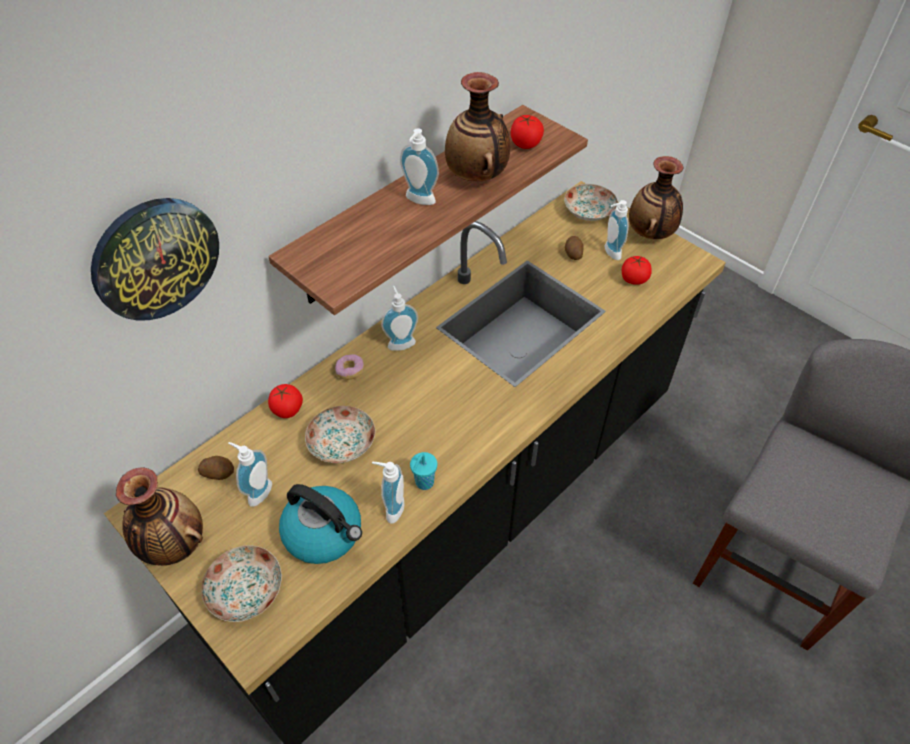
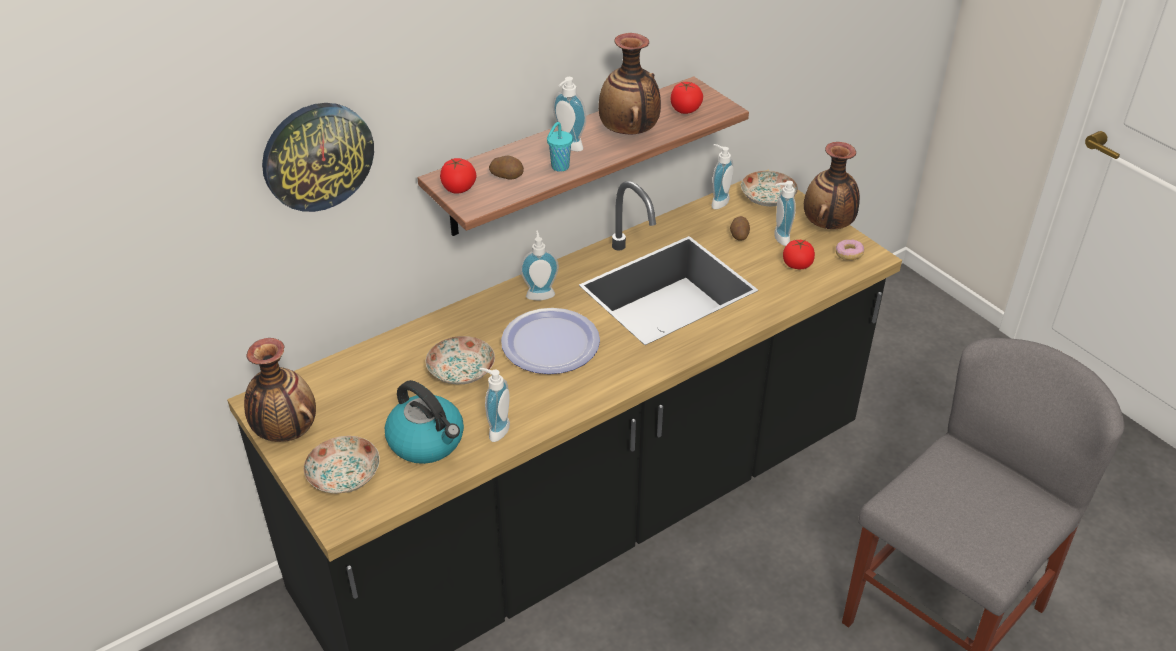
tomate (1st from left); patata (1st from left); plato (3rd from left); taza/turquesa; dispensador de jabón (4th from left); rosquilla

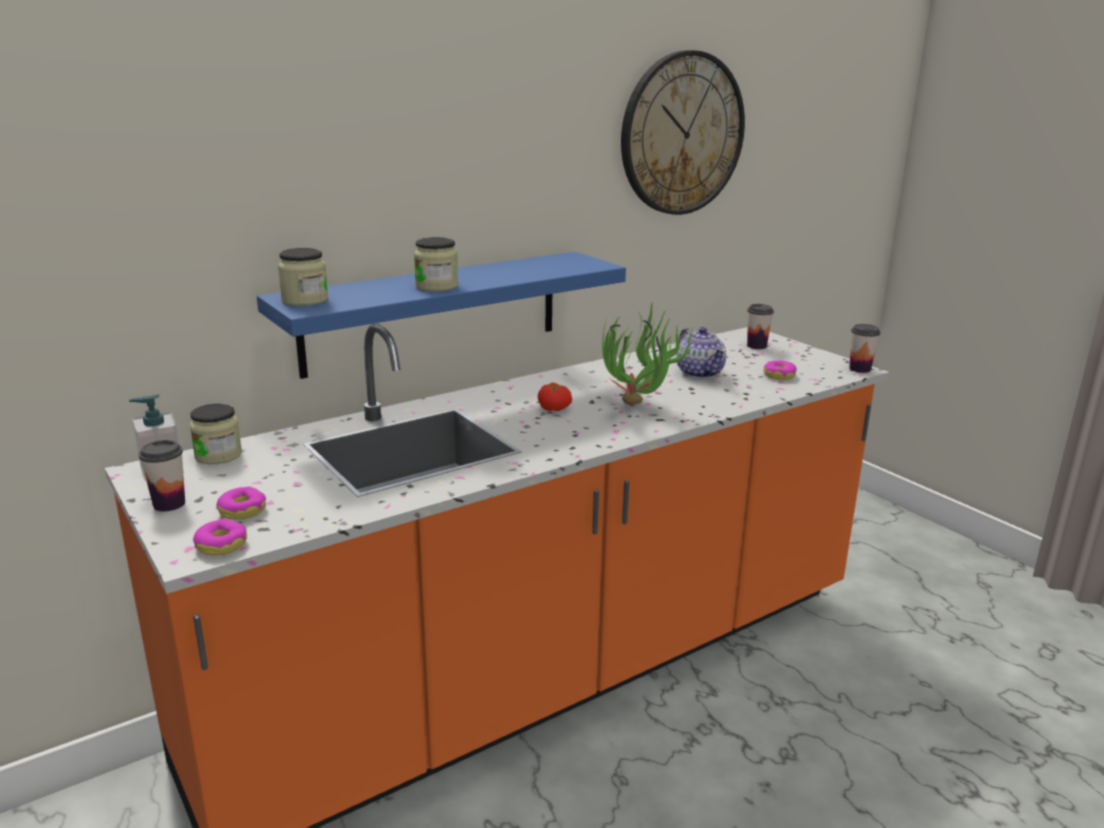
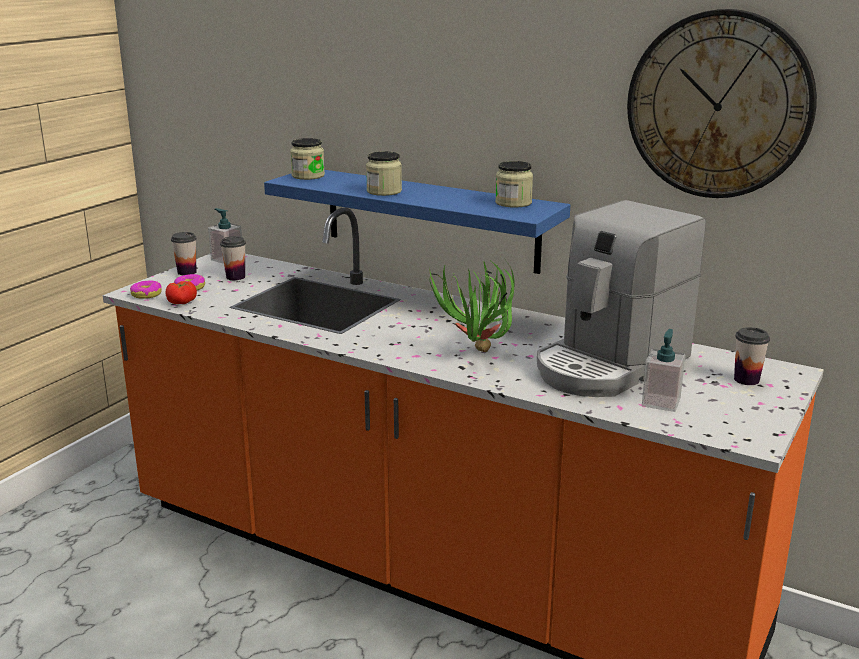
tomate; taza (2nd from left); tarro (3rd from left); cafetera; dispensador de jabón (2nd from left)

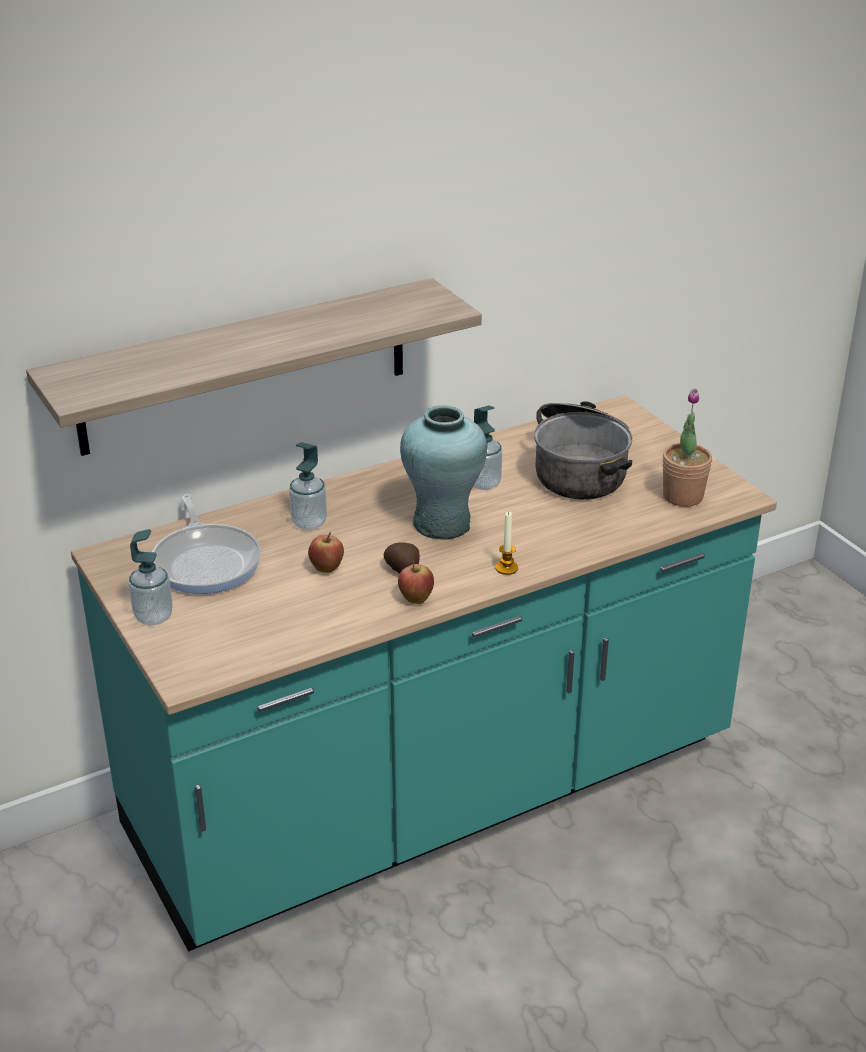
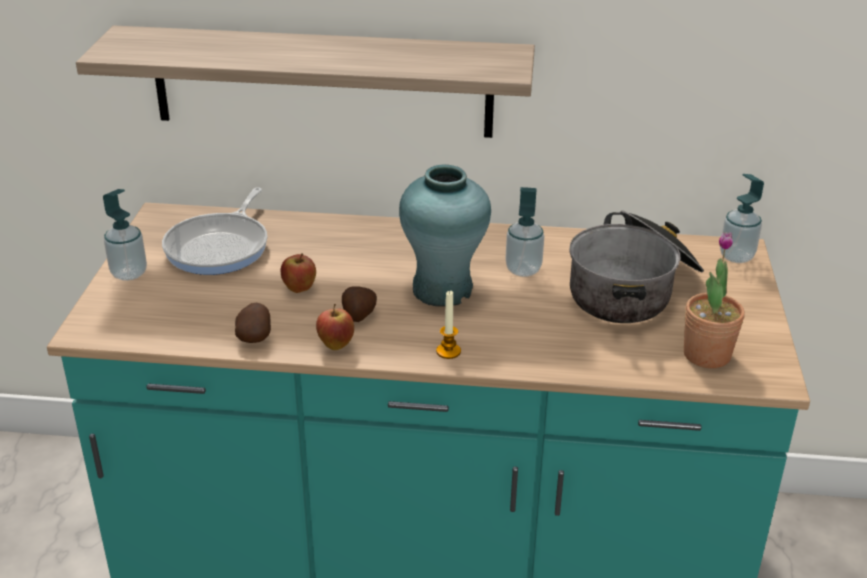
patata (1st from left); dispensador de jabón (3rd from left)

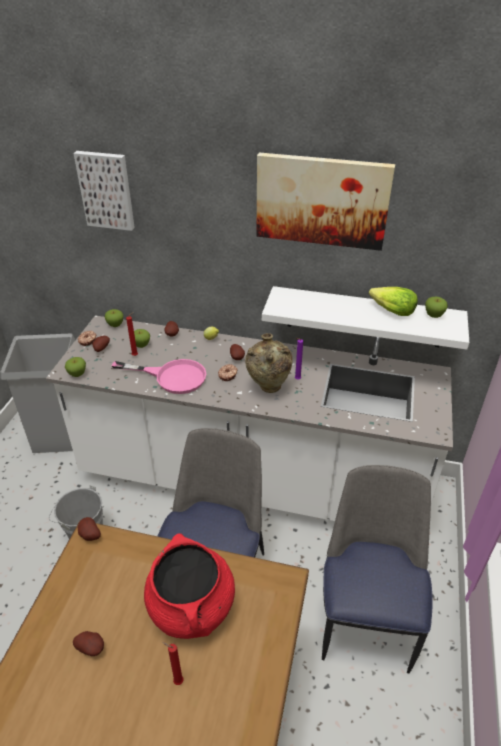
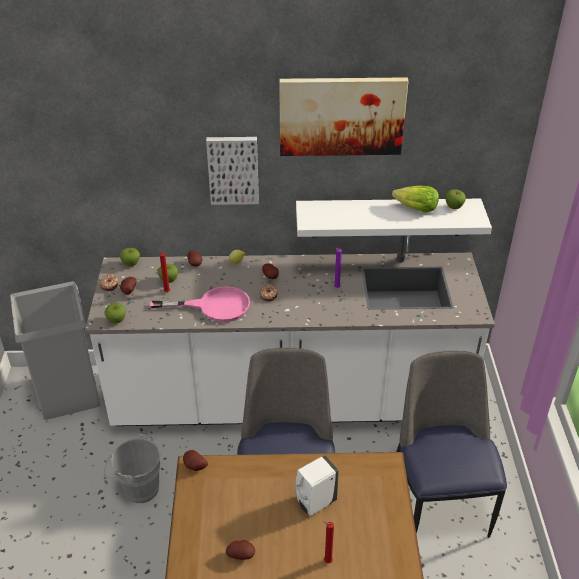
cuadro (1st from left); dispensador de jabón/blanco; florero/beis

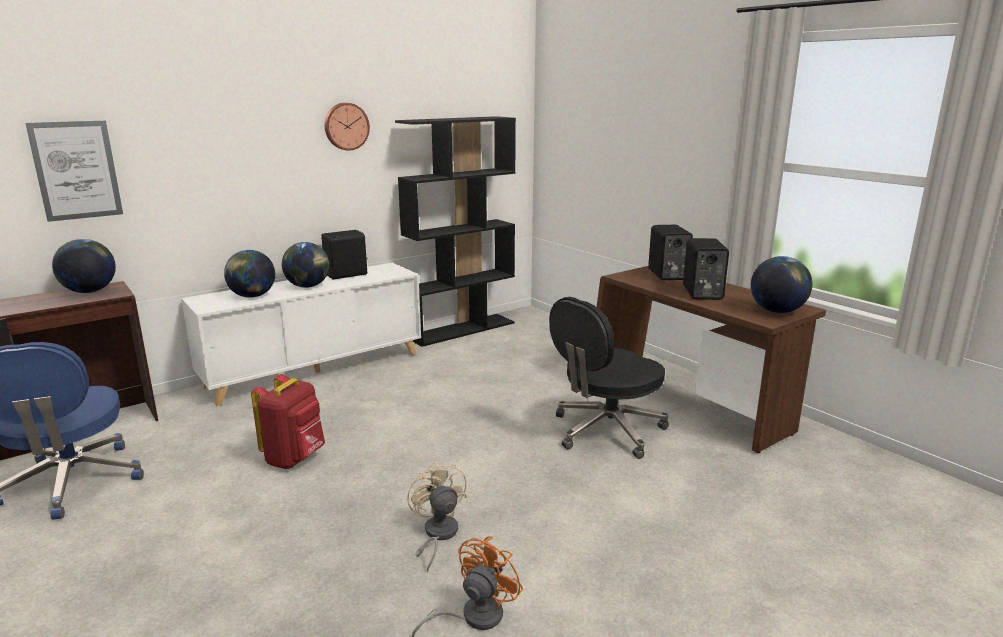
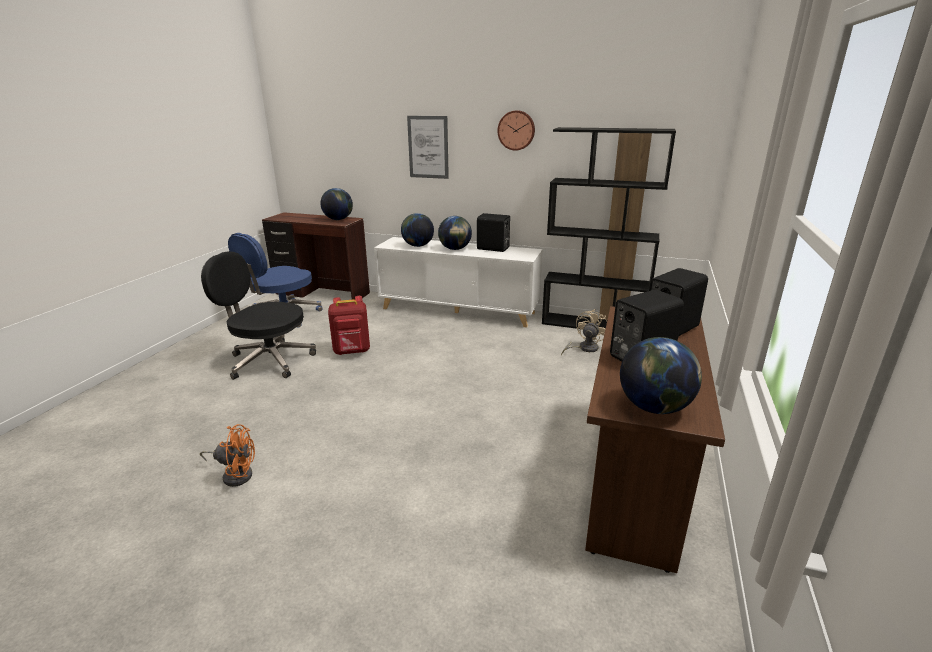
silla de oficina/negro; cuadro; ventilador/beis

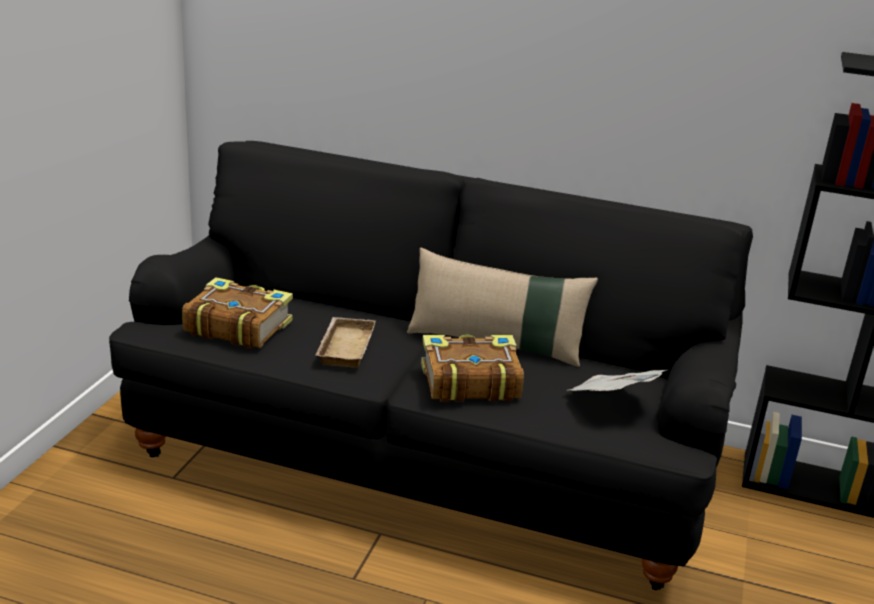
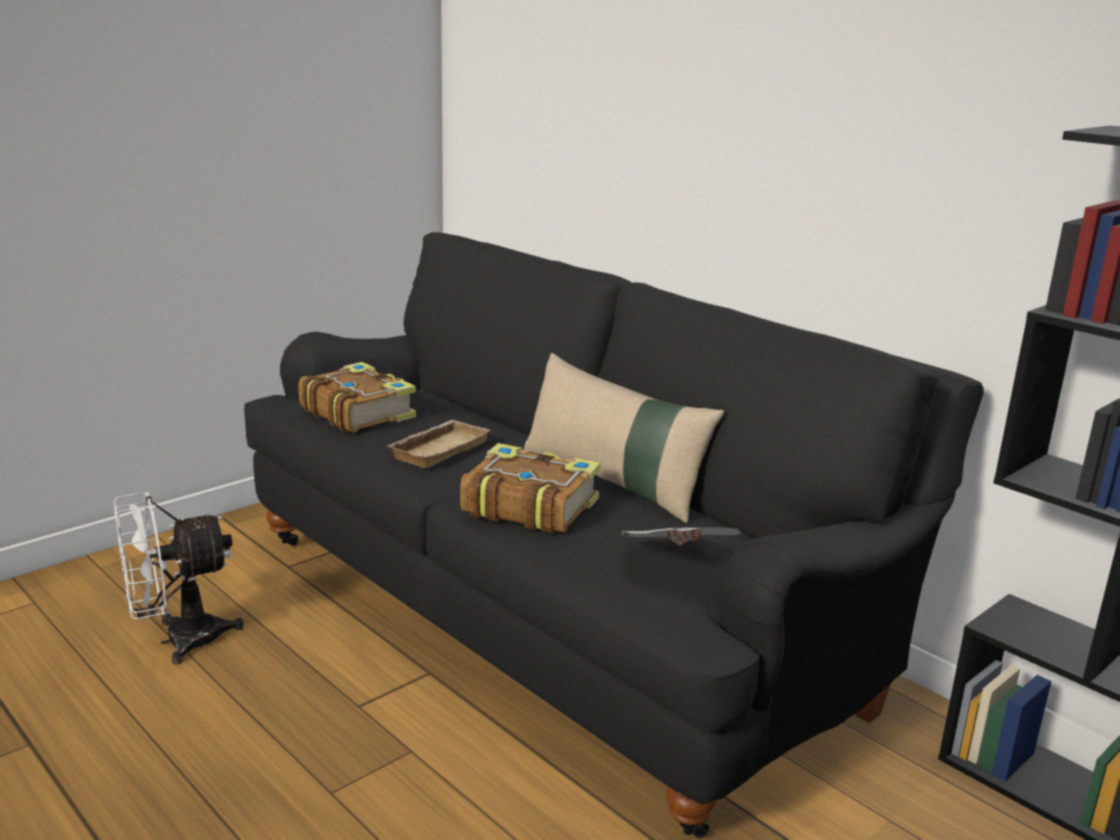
ventilador/blanco

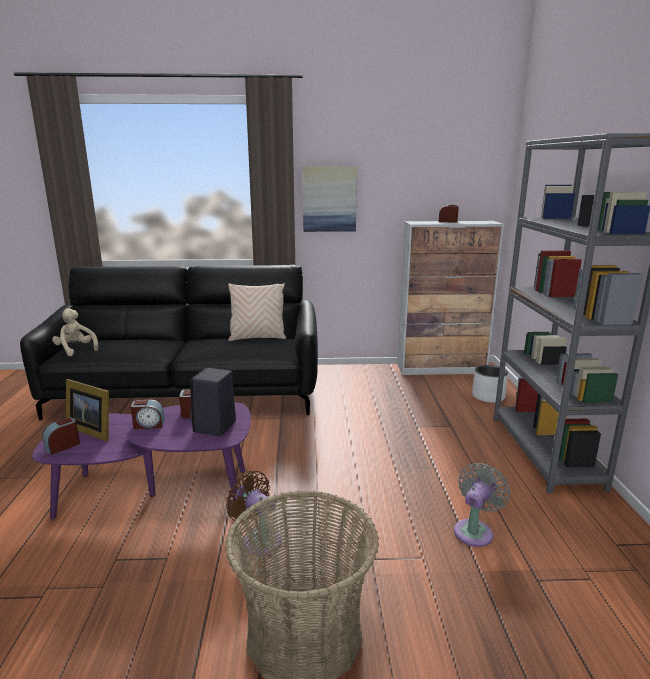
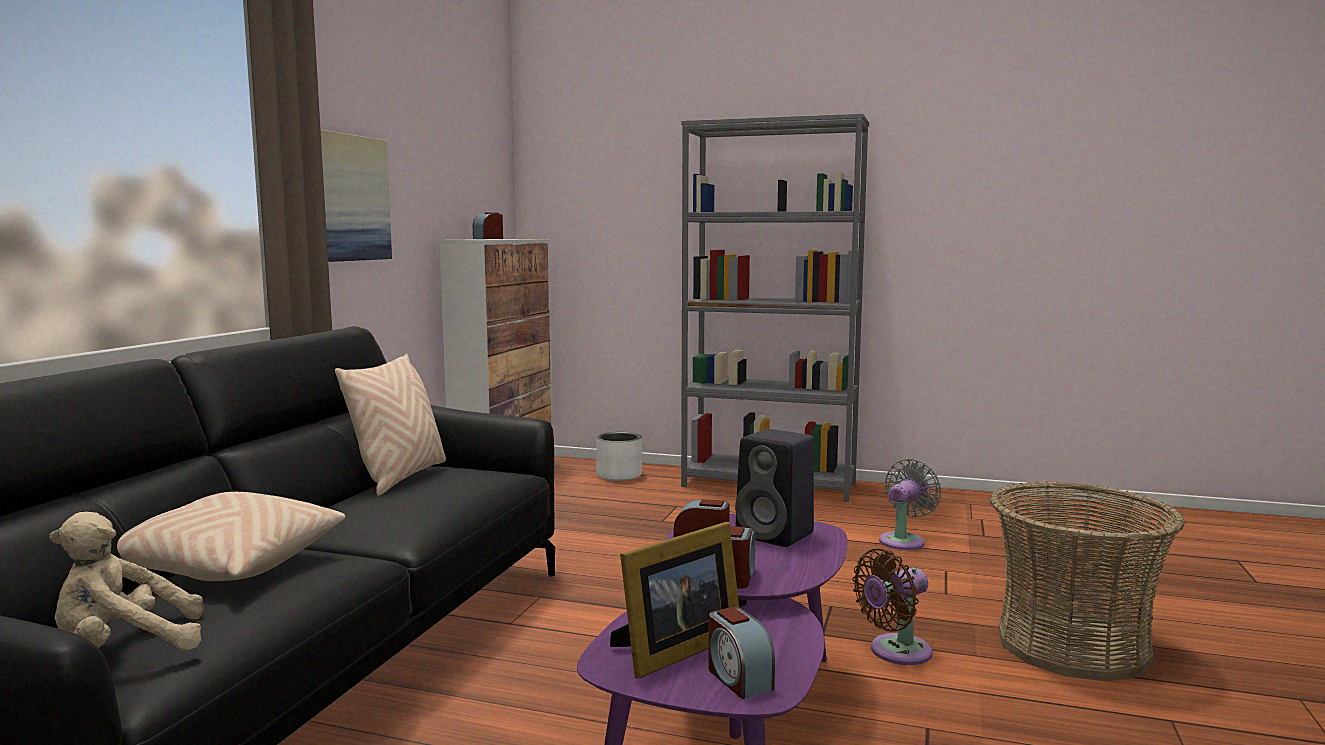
cojín/beis (1st from left); ventilador/gris

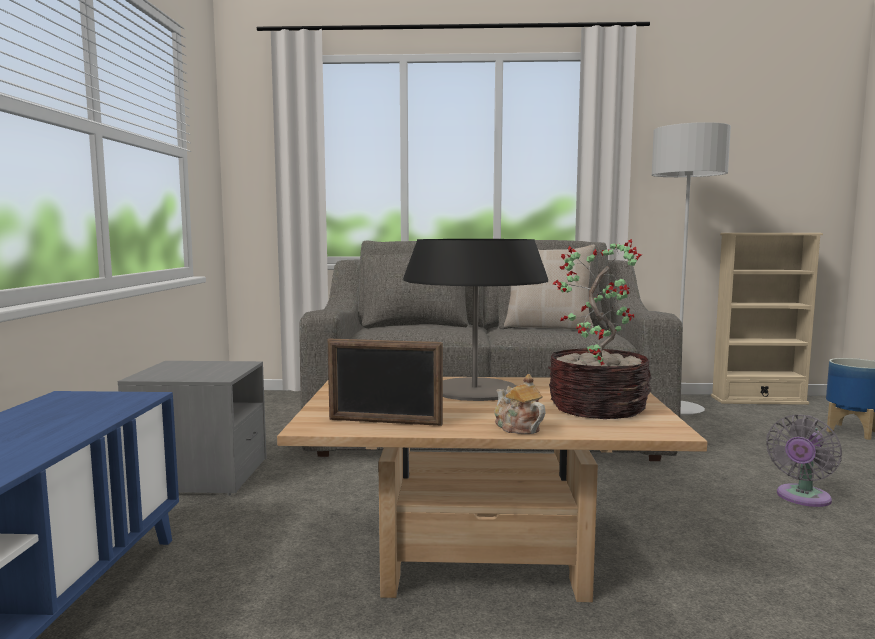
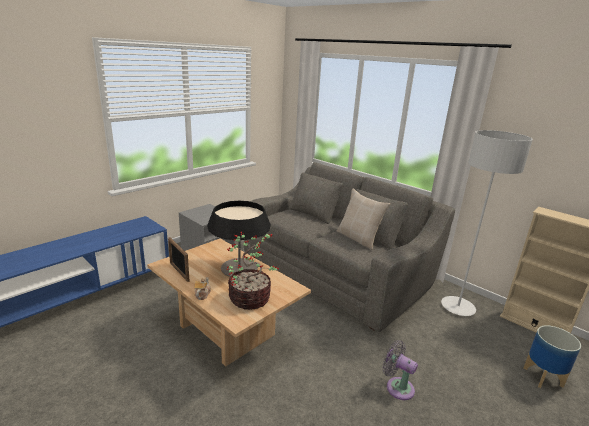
ventilador/gris

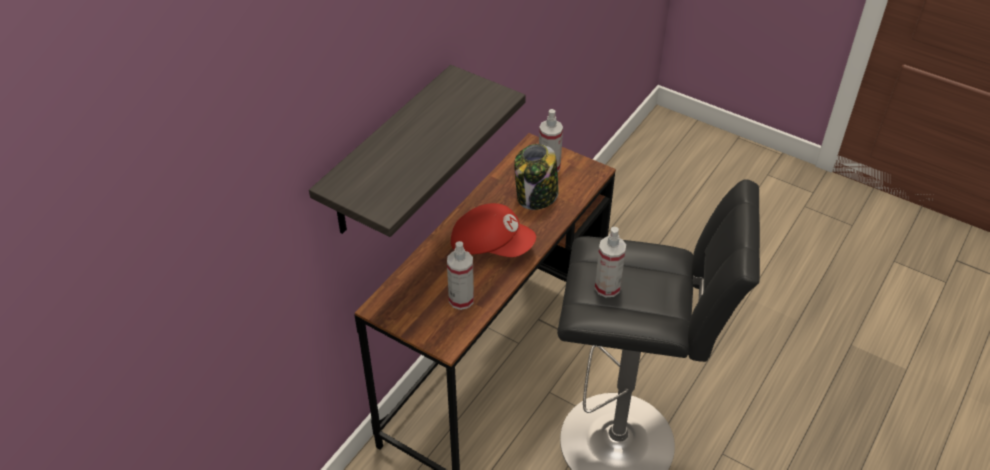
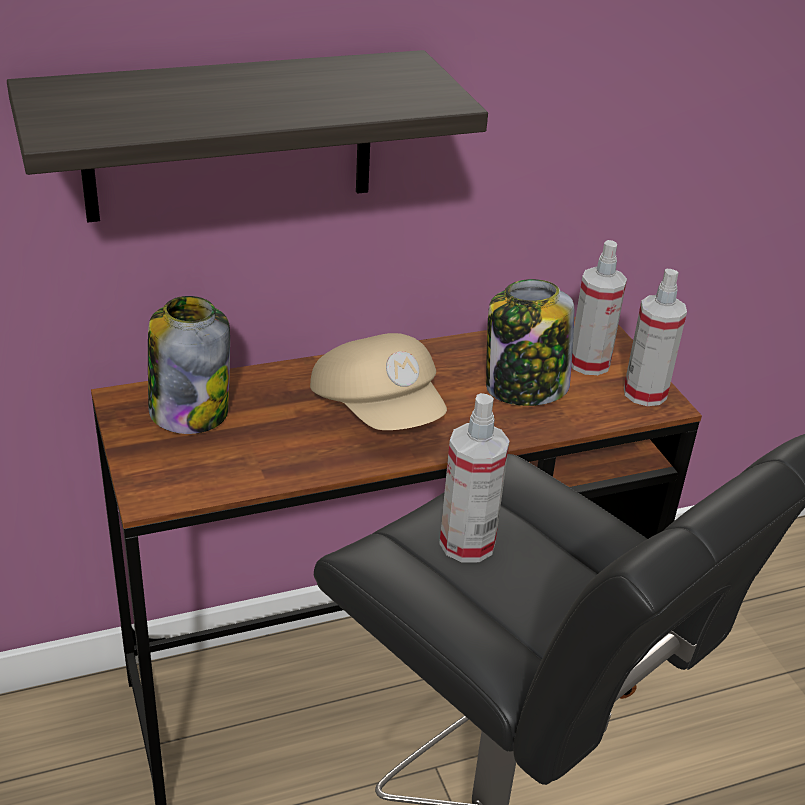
tarro (1st from left); gorra/beis; pulverizador (3rd from left)

